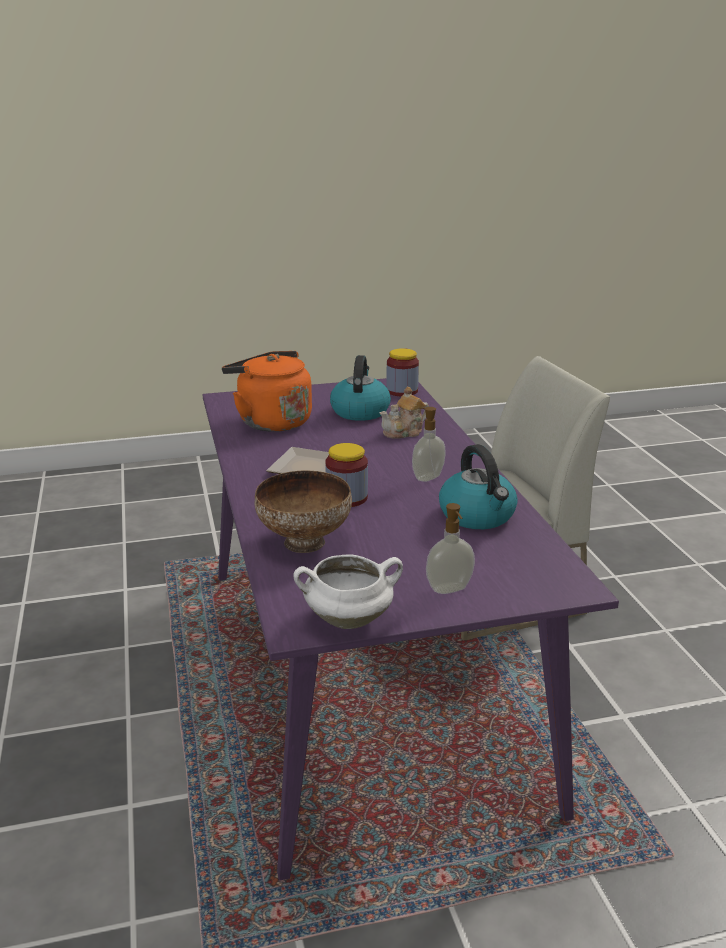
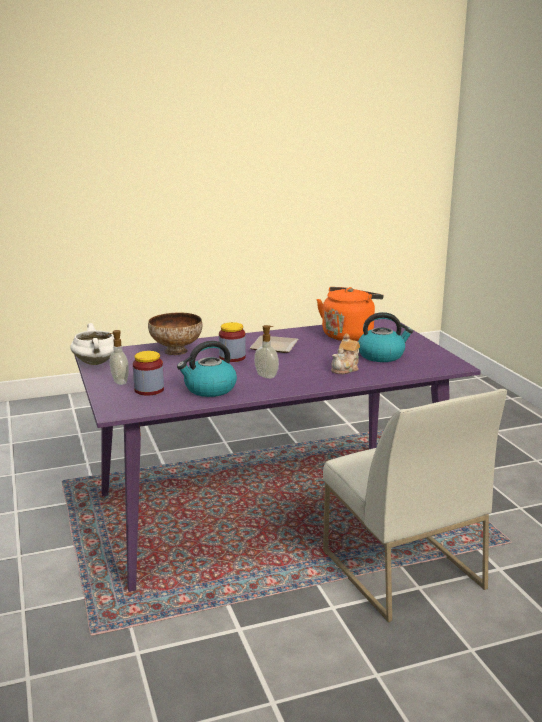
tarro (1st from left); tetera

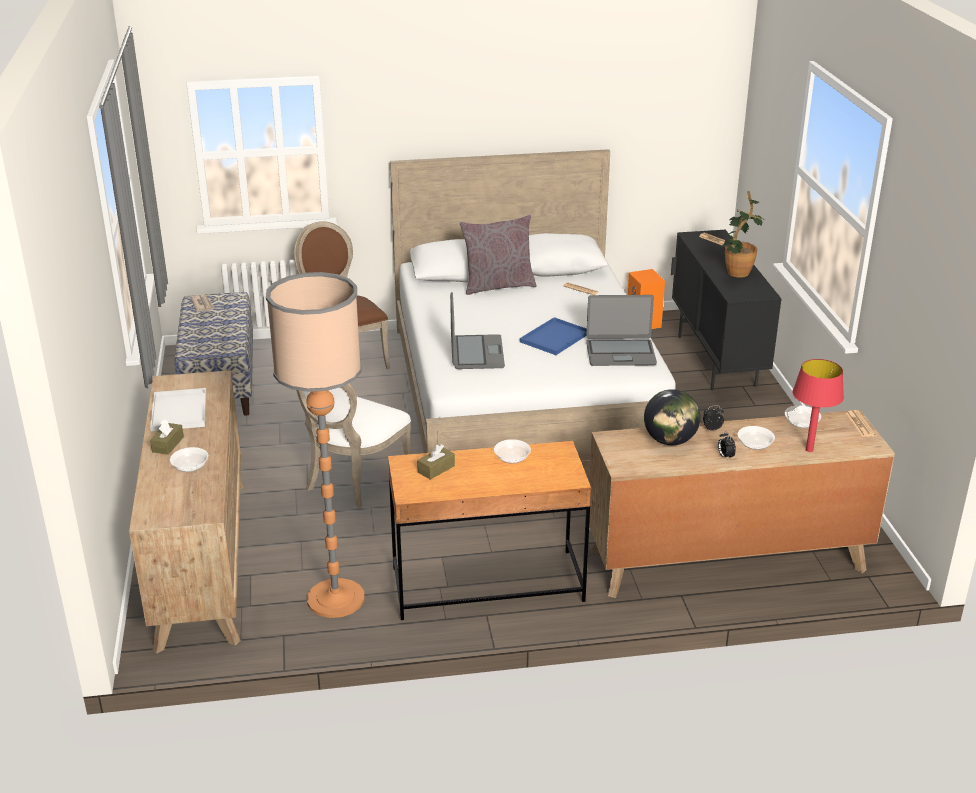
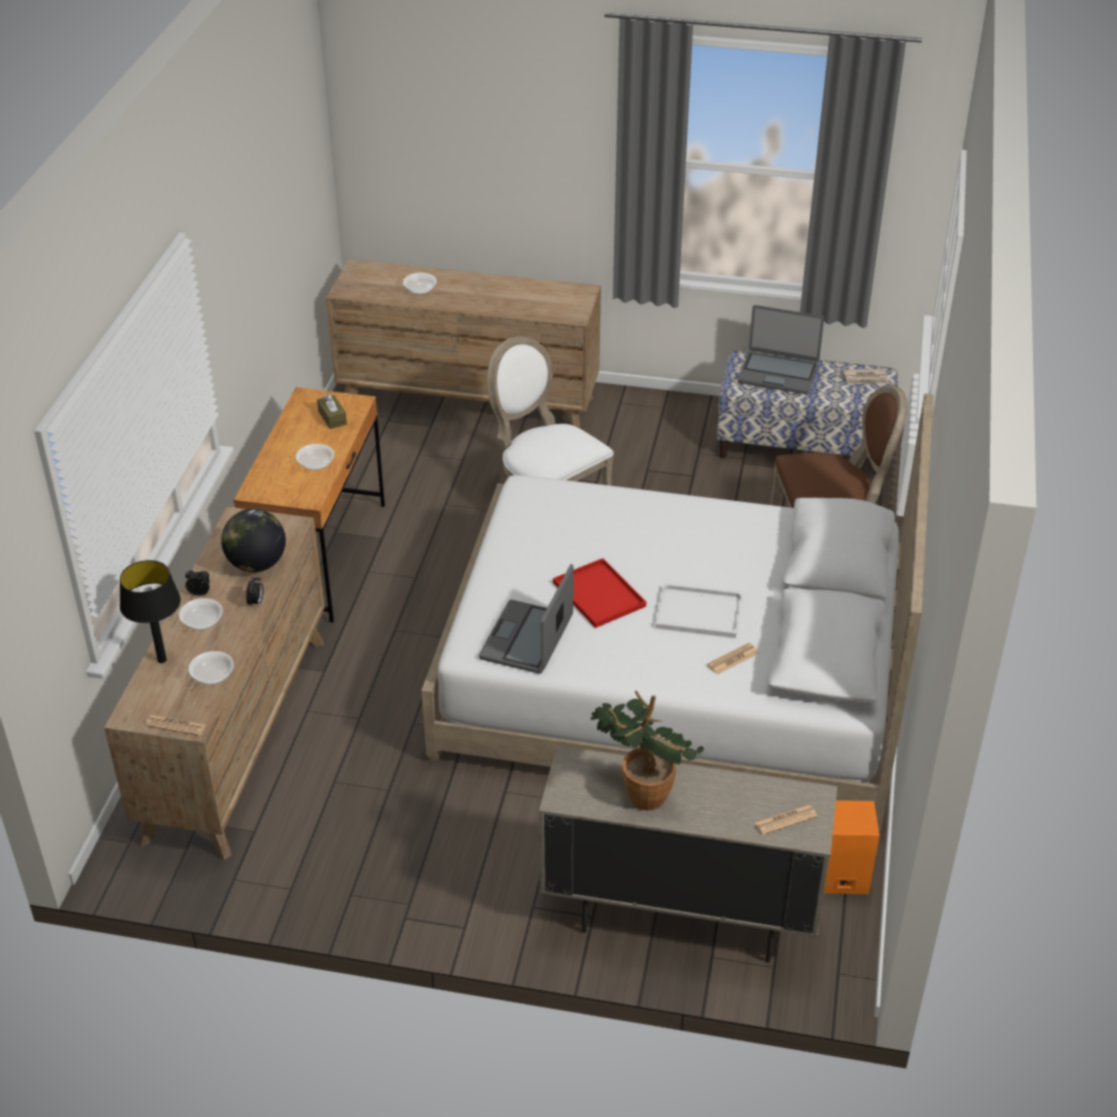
lámpara de mesa/negro; armario/beis; bandeja/rojo; bandeja/blanco; portátil (2nd from left); caja de pañuelos/marrón (1st from left in the first image); lámpara de pie; cojín/gris

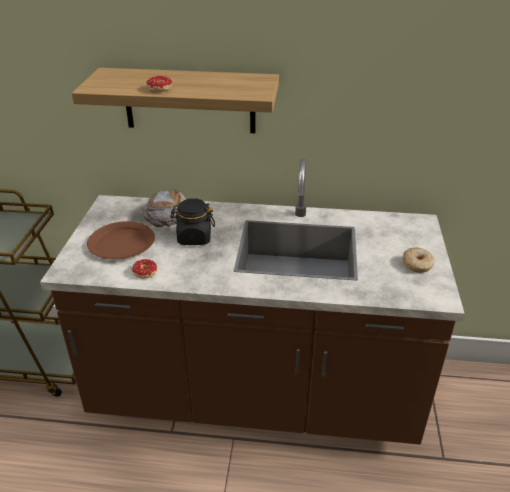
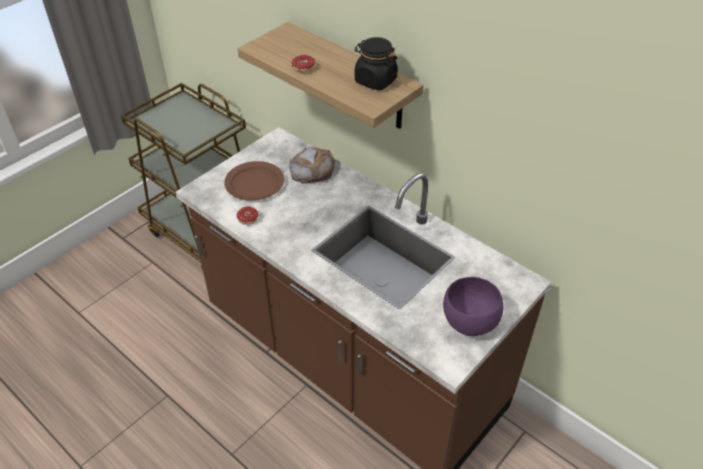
tarro/negro; cuenco/morado

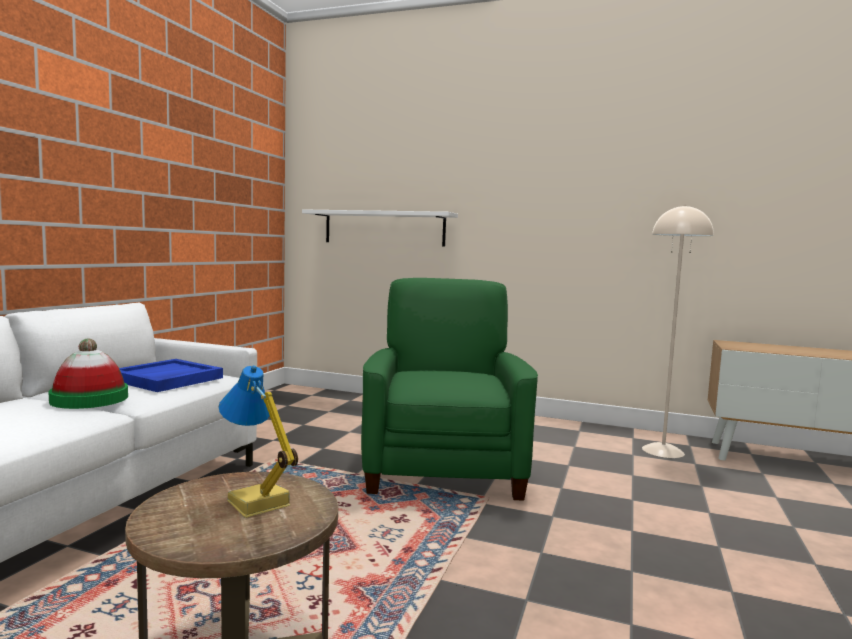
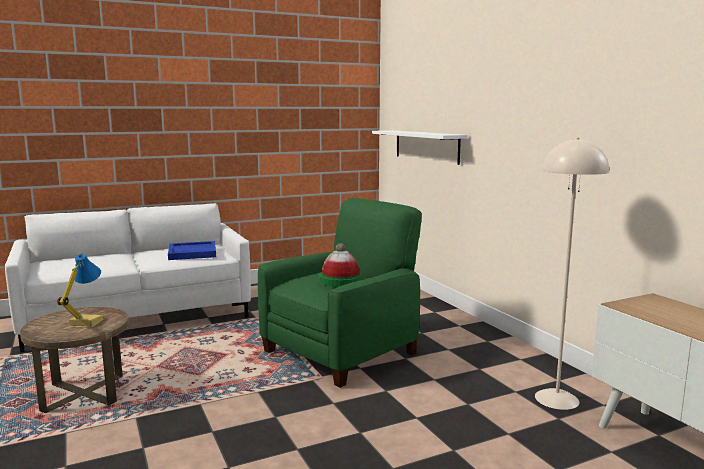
sombrero

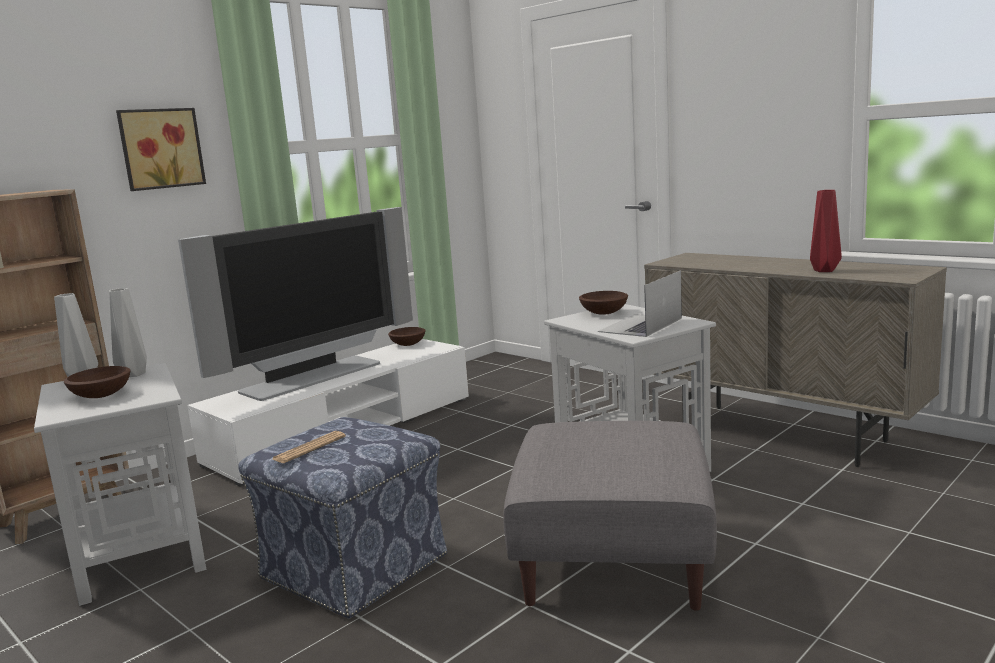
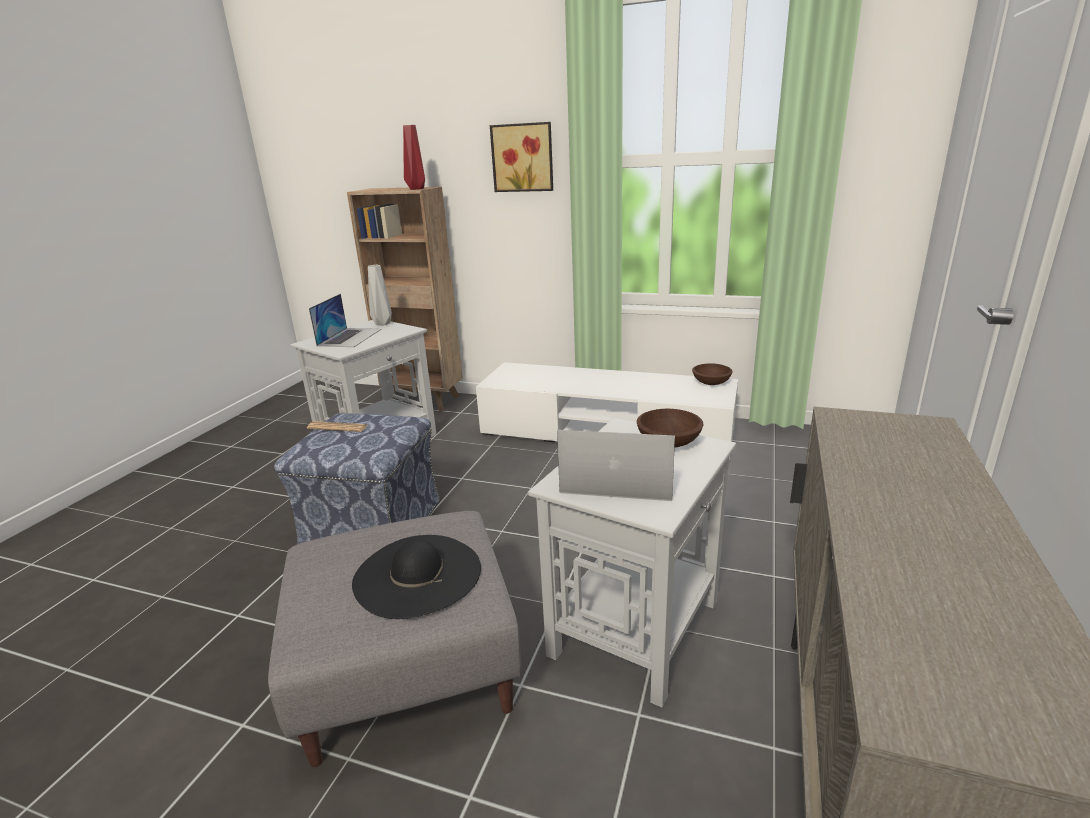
portátil (1st from left); sombrero/negro; florero/rojo; florero/gris (2nd from left in the first image); televisor

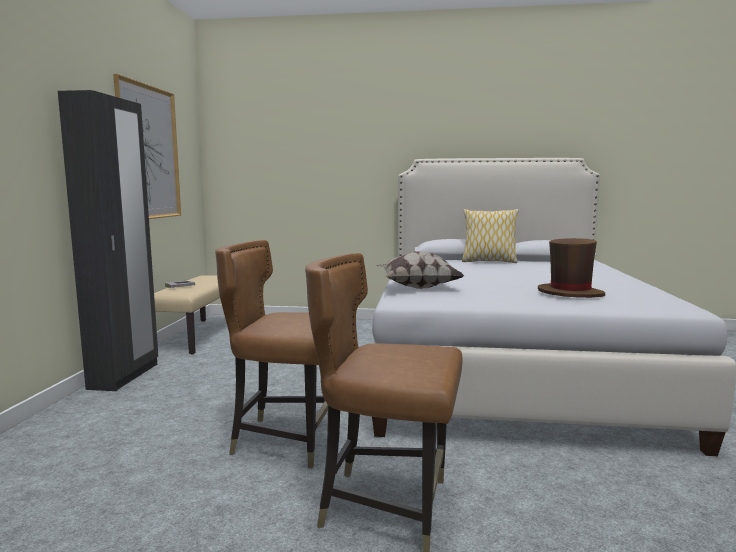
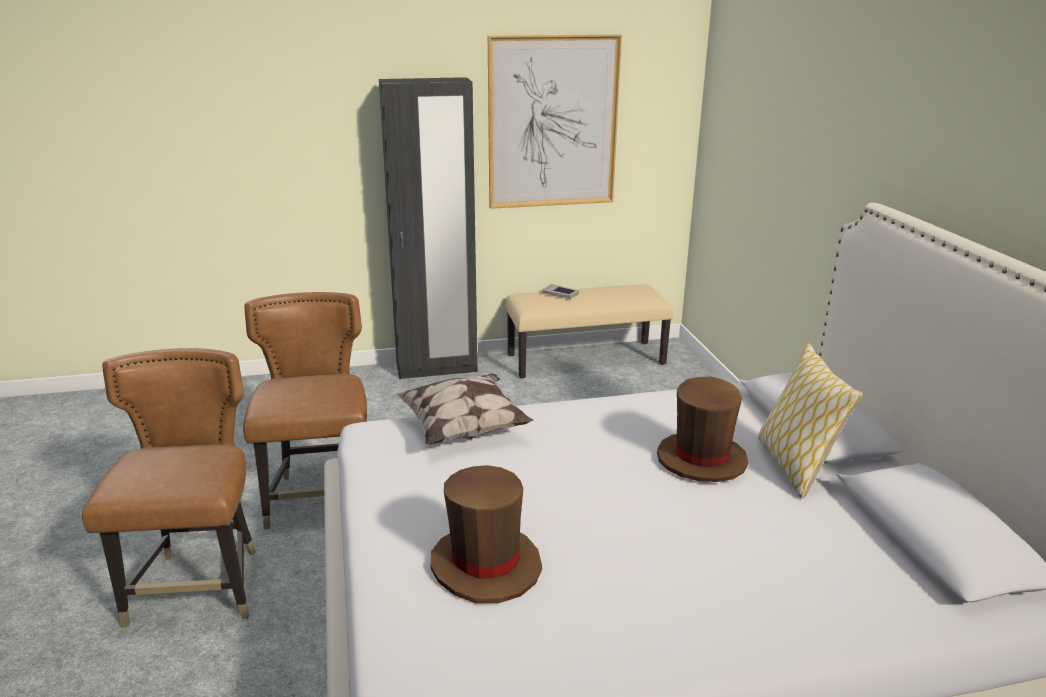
sombrero/marrón (2nd from left)

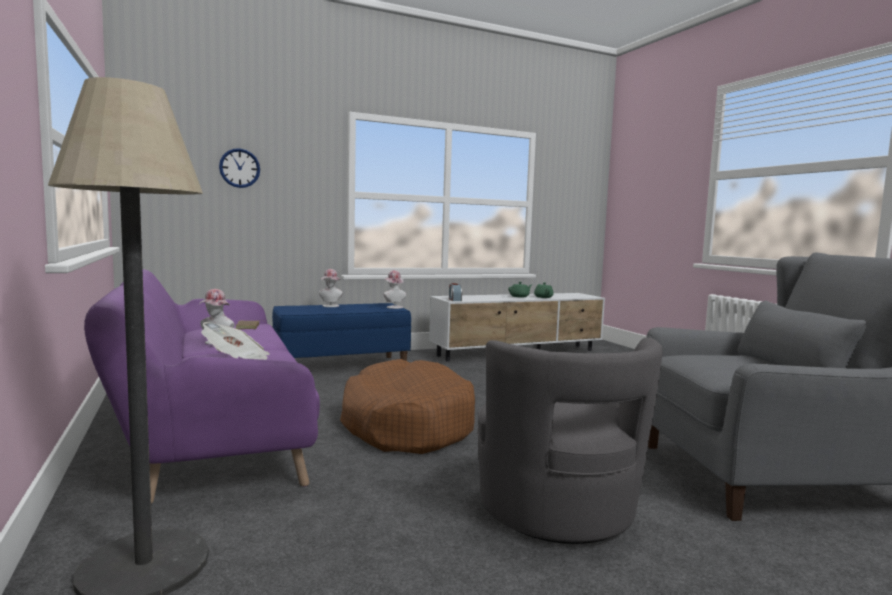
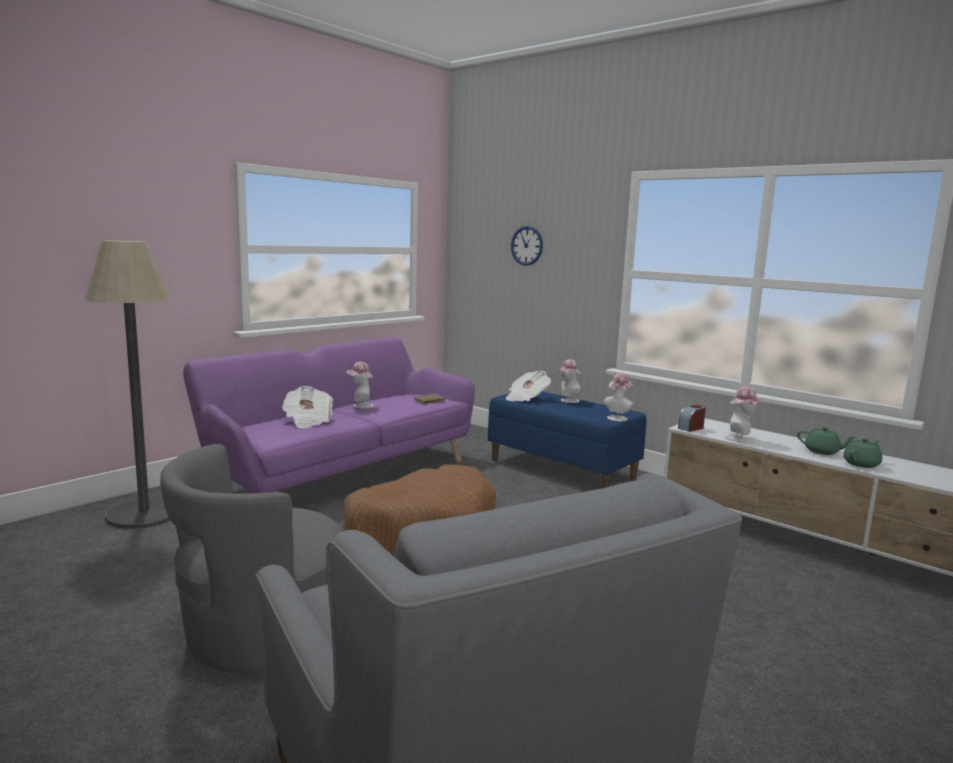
periódico (2nd from left); sombrero (4th from left)

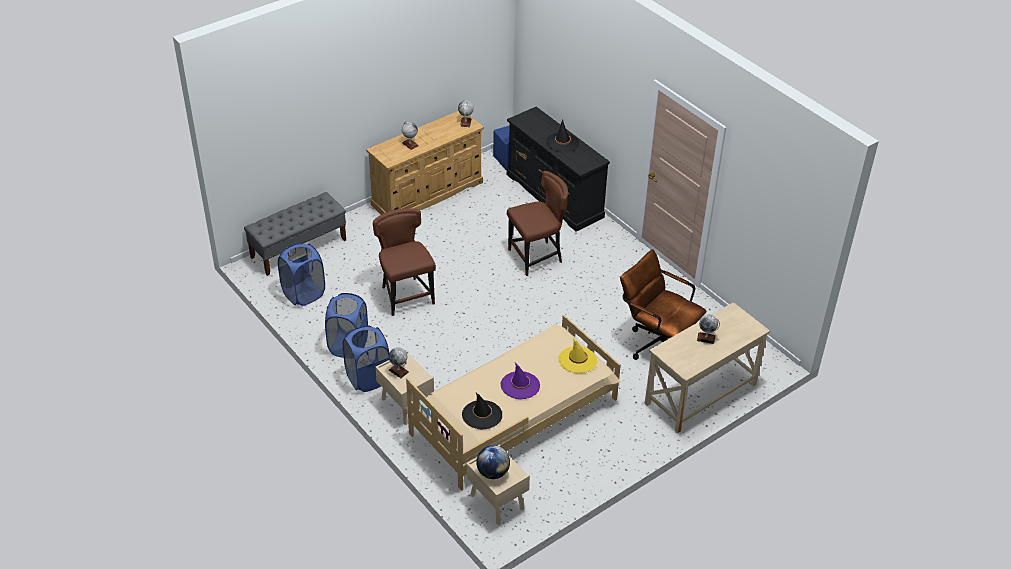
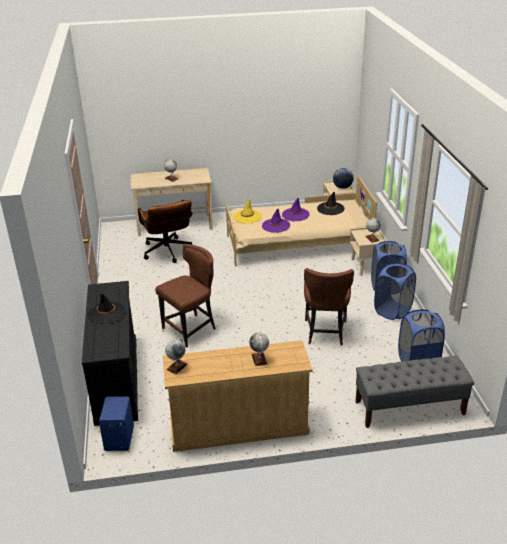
silla/marrón (1st from left); sombrero/morado (1st from left)

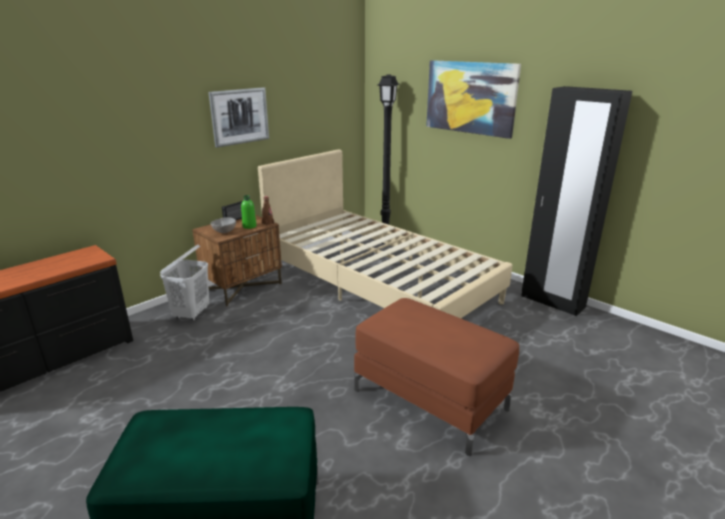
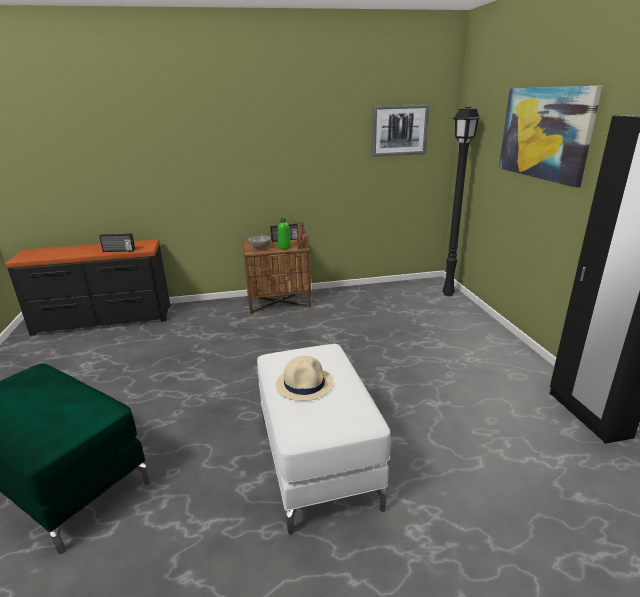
radio (1st from left); puf/blanco; sombrero/beis; cuadro (1st from left); cesto de la ropa/blanco; cama/beis

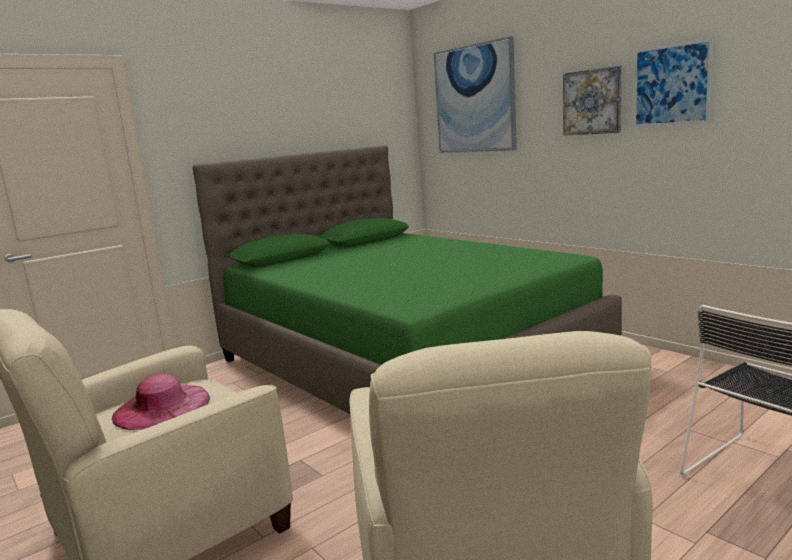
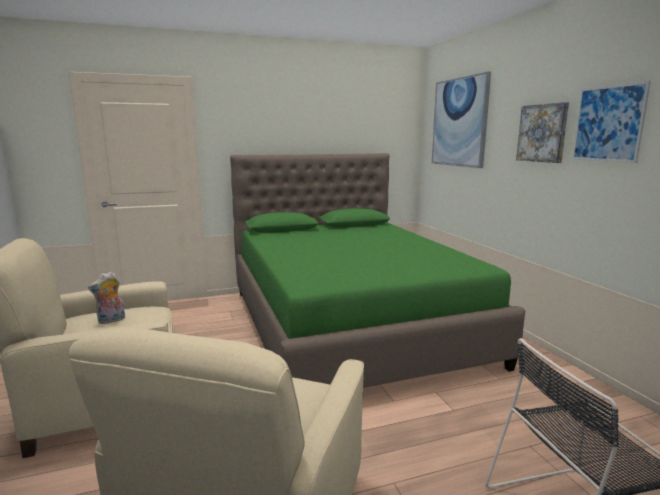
peluche

